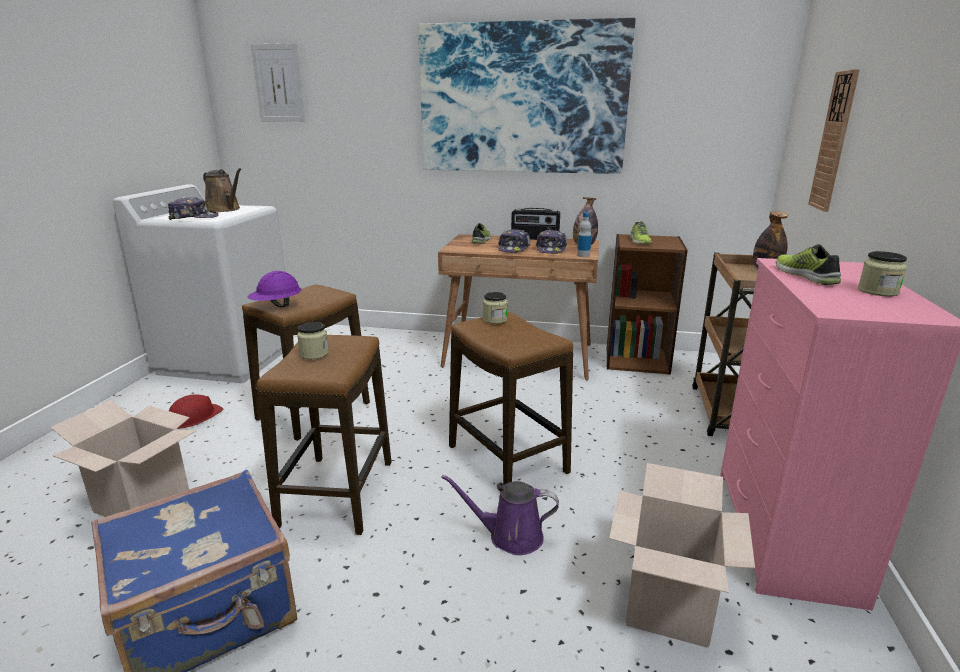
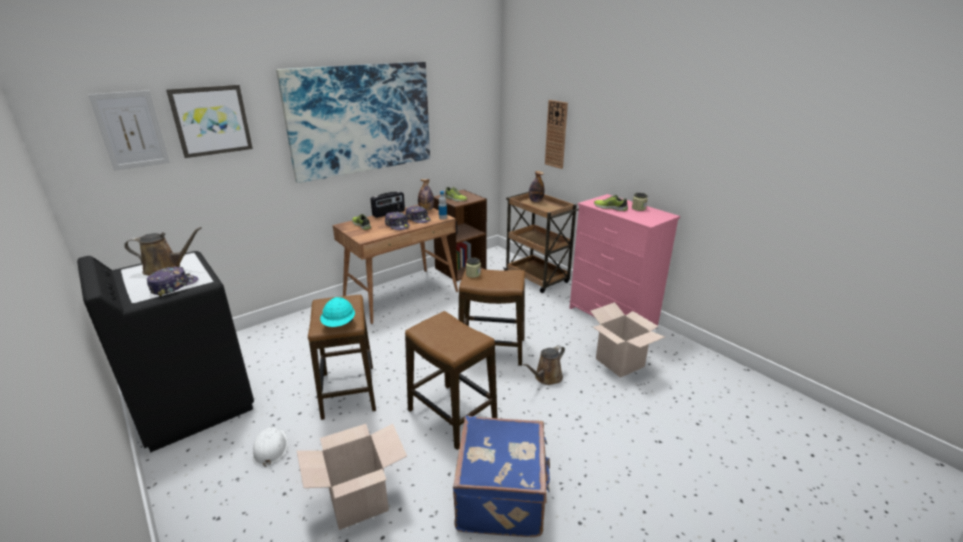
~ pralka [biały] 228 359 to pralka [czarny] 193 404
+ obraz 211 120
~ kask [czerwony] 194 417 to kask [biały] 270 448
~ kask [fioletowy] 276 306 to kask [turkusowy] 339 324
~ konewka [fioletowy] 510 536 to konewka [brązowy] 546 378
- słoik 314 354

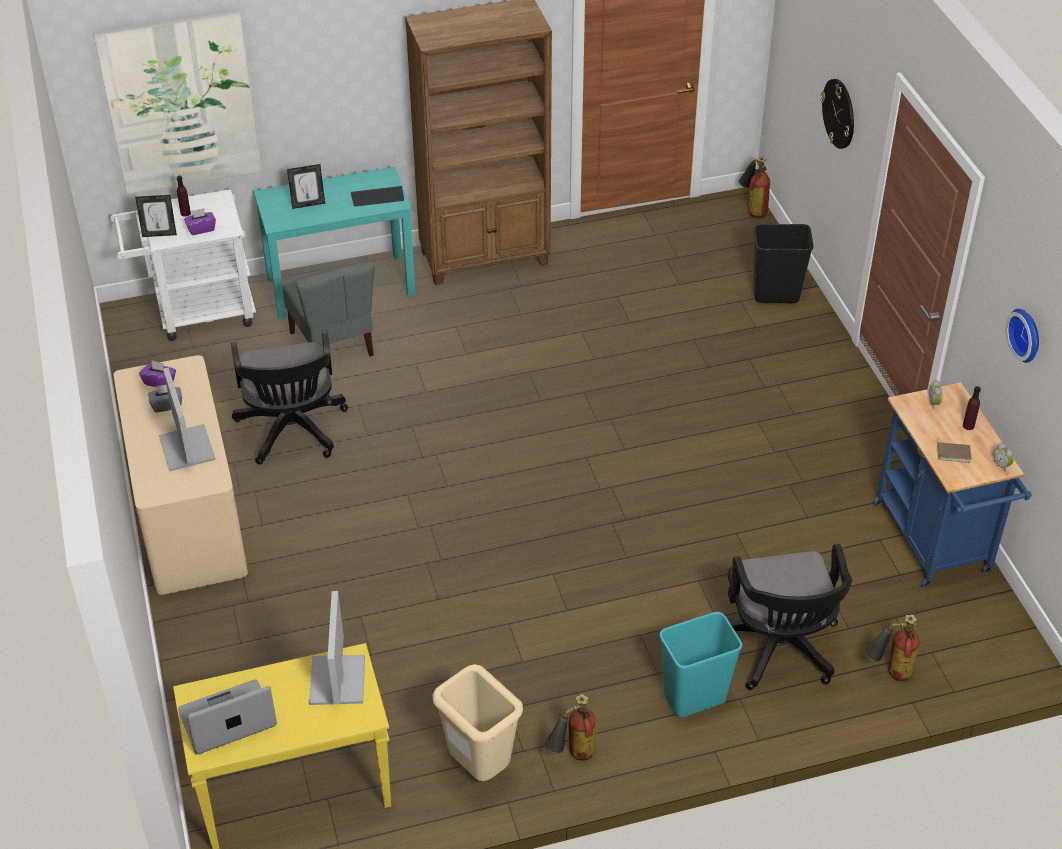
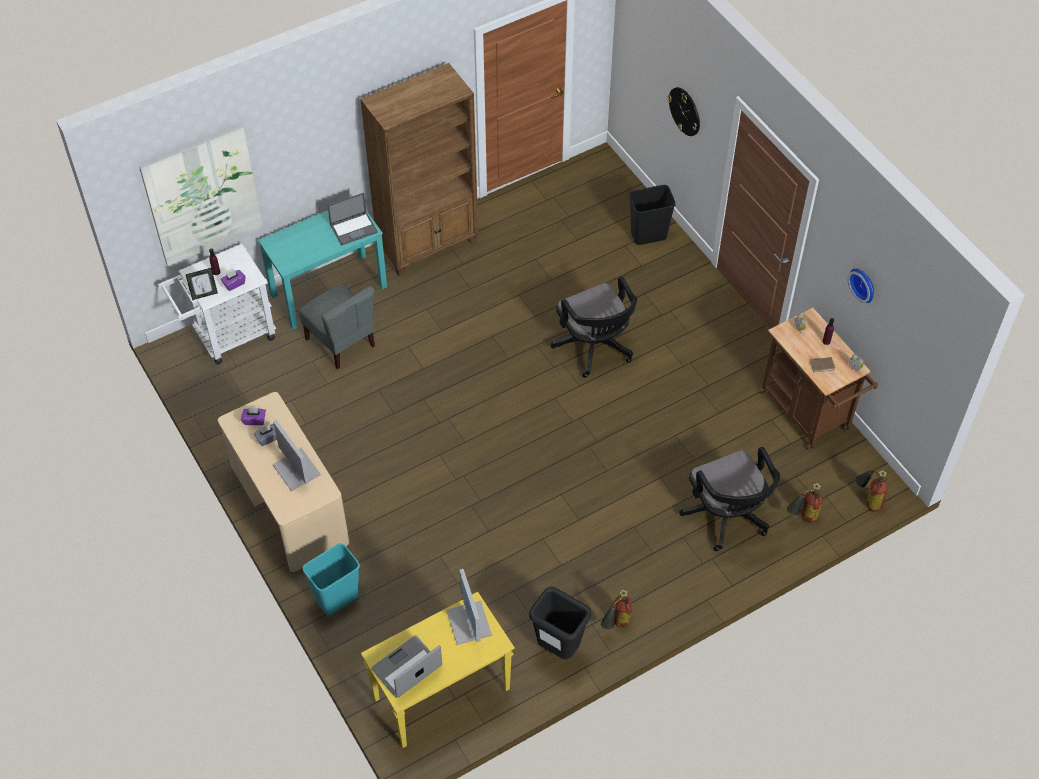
~ kosz na śmieci [turkusowy] 694 698 to 337 598
~ klawiatura 377 197 to laptop 354 228
~ kosz na śmieci [beżowy] 479 768 to kosz na śmieci [czarny] 558 648
~ krzesło biurowe [czarny] 292 432 to 595 348
~ wózek [niebieski] 935 544 to wózek [brązowy] 808 415
~ gaśnica 753 209 to 868 501
- ramka na zdjęcie 308 204

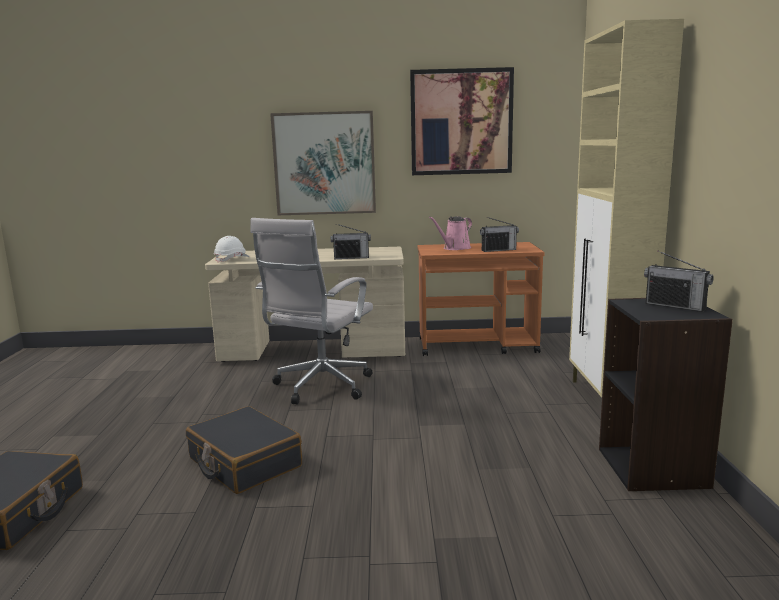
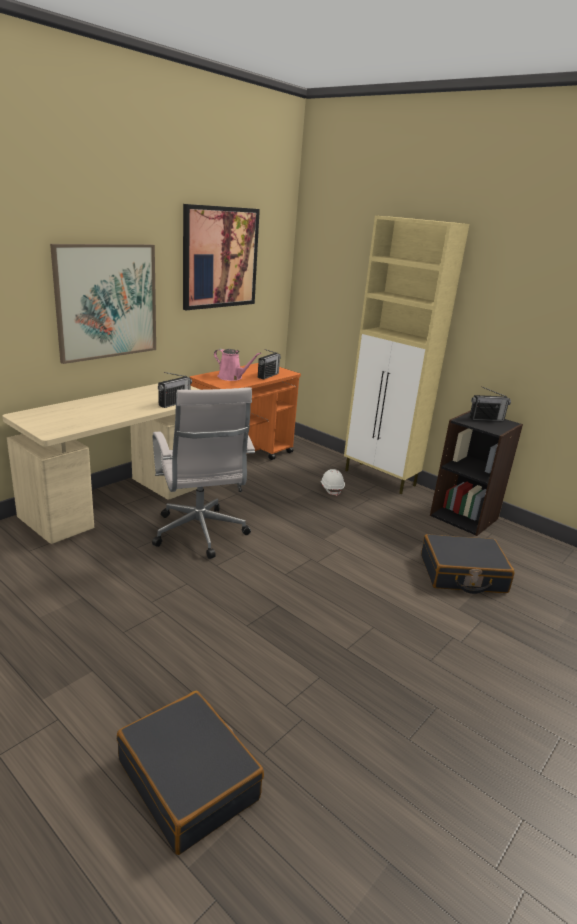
~ konewka [różowy] 455 248 = 232 377 60 degrees counterclockwise
~ kask [biały] 232 259 to 331 488
~ walizka [czarny] 244 463 to 462 574

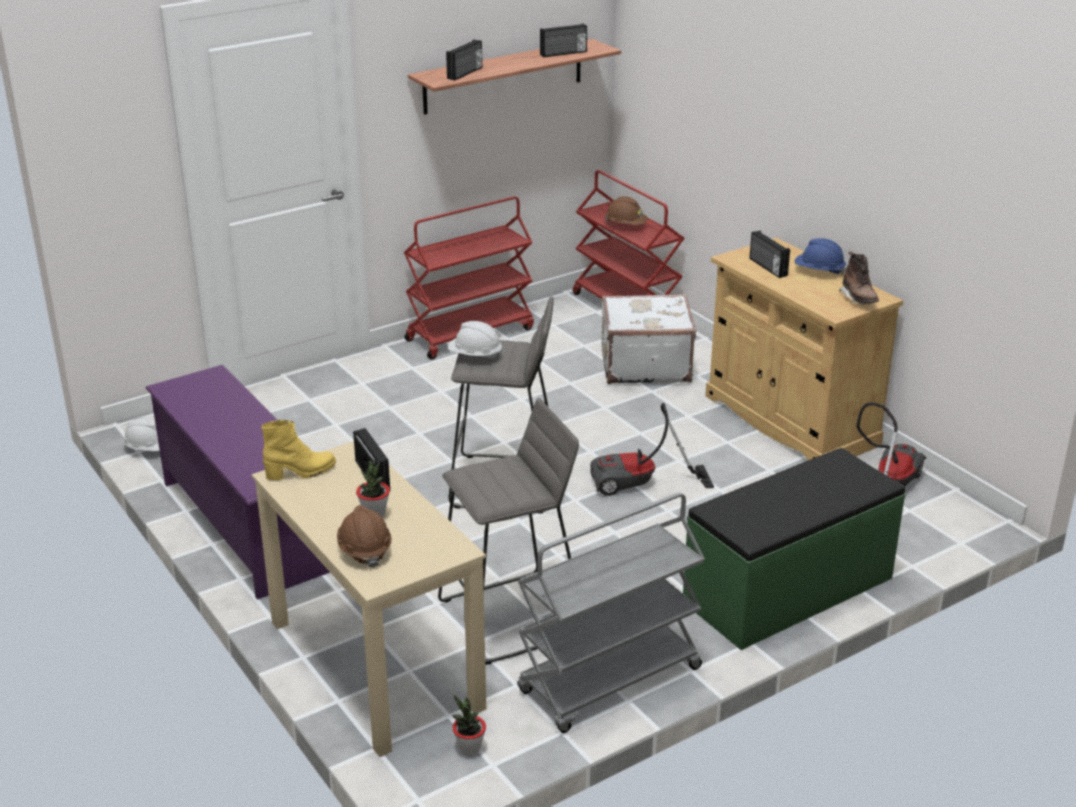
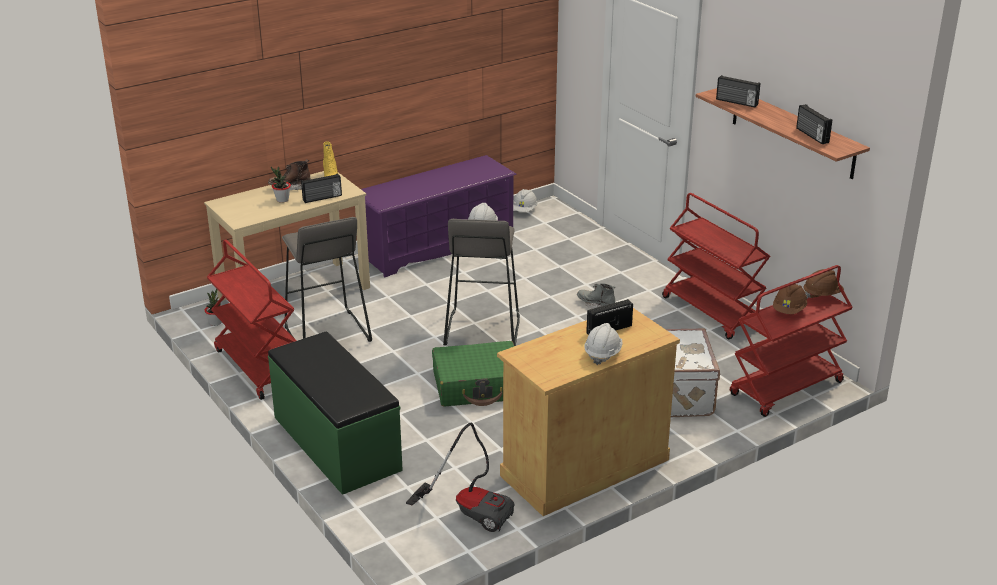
~ wózek [szary] 609 682 to wózek [czerwony] 257 367
~ but z cholewką [brązowy] 859 299 to 290 187
~ odkurzacz 640 485 to walizka [zielony] 478 386
+ but z cholewką [szary] 596 305
~ kask [niebieski] 819 271 to kask [biały] 602 354
~ kask [brązowy] 364 550 to 822 295

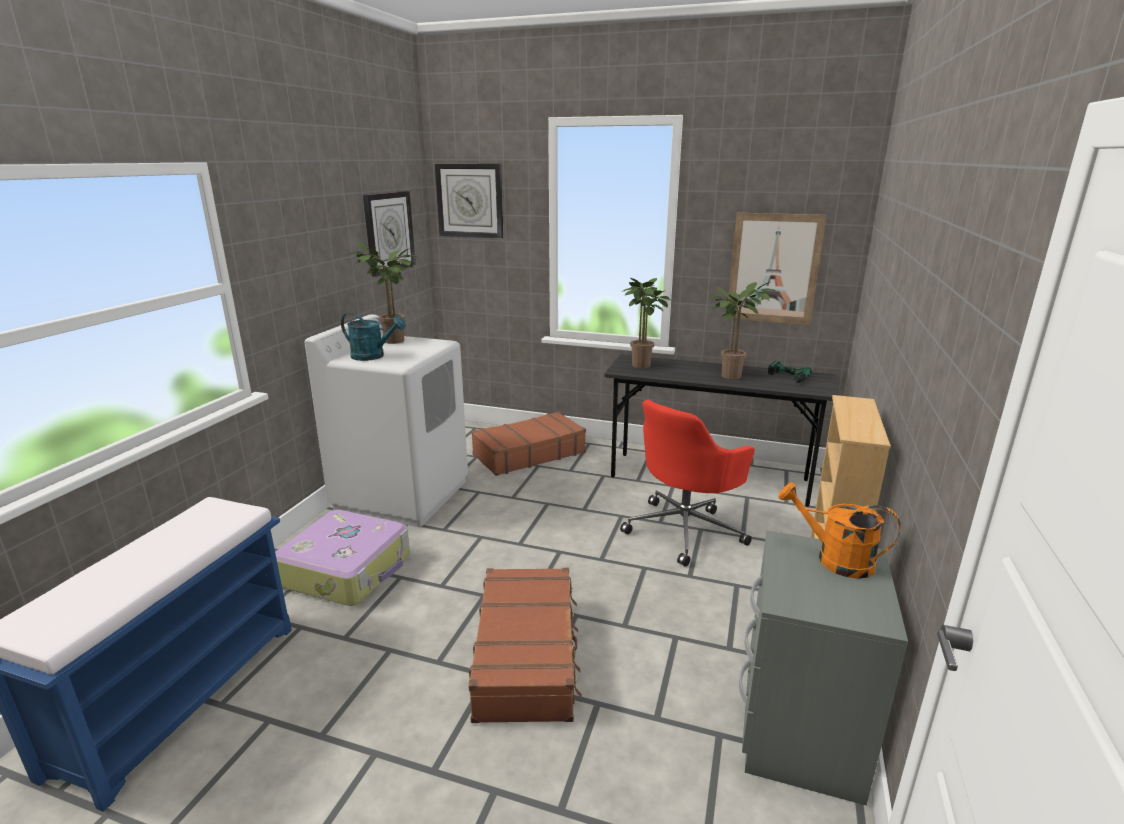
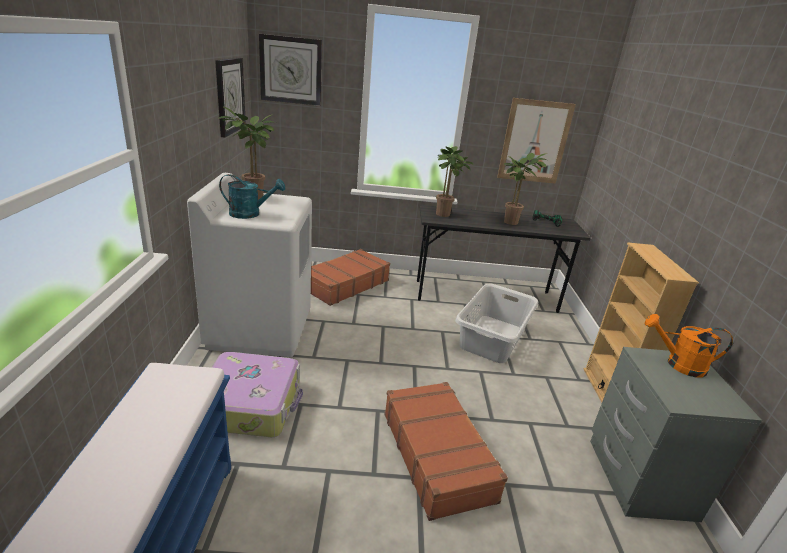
~ krzesło biurowe [czerwony] 685 530 to kosz na pranie [szary] 491 338

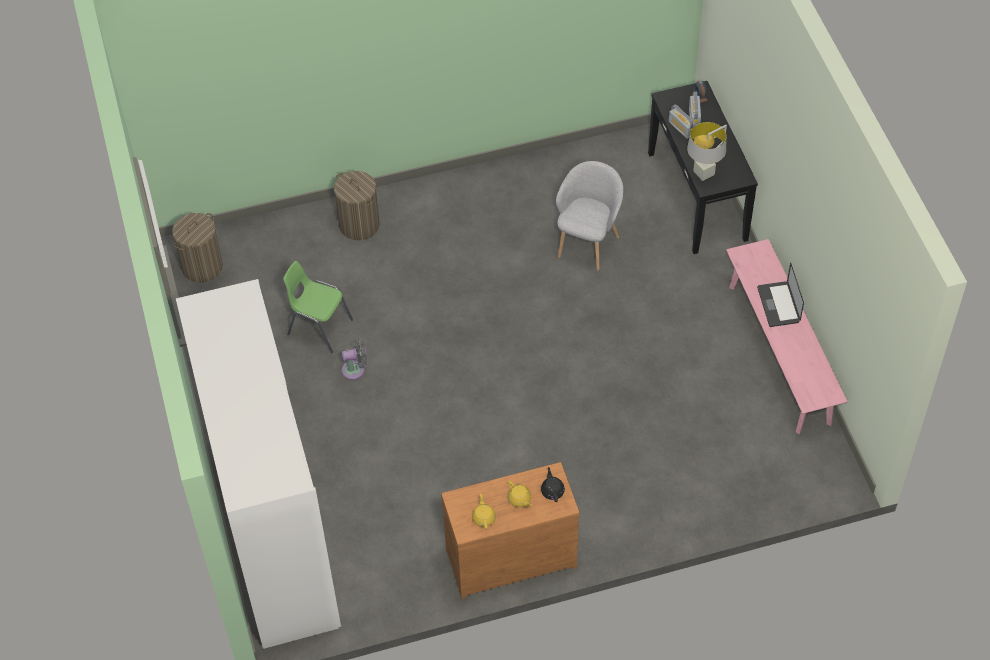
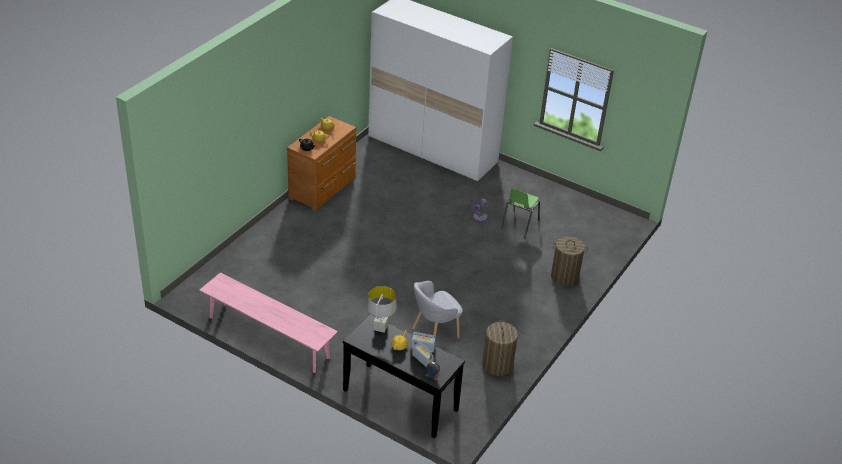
~ fotel [szary] 588 244 = 434 335 75 degrees clockwise
~ kosz na pranie 202 267 to 497 365
~ krzesło [zielony] 319 327 = 519 224 135 degrees clockwise
- laptop 778 305

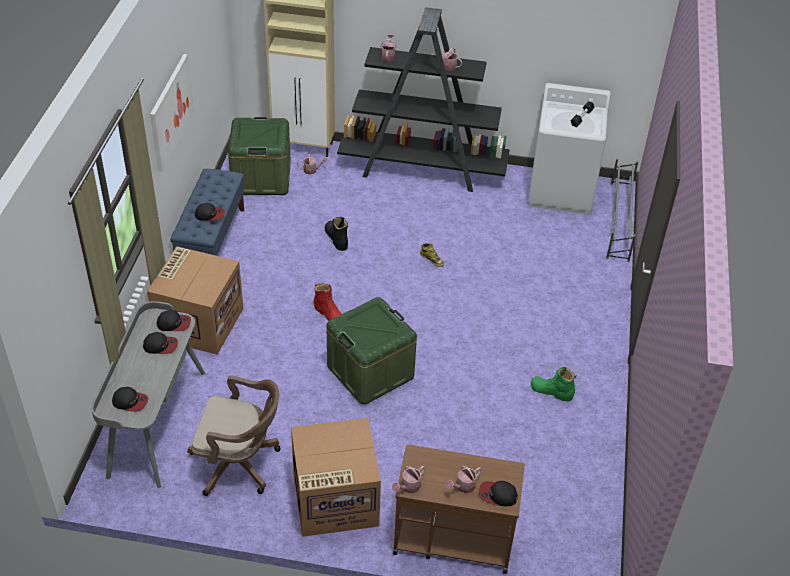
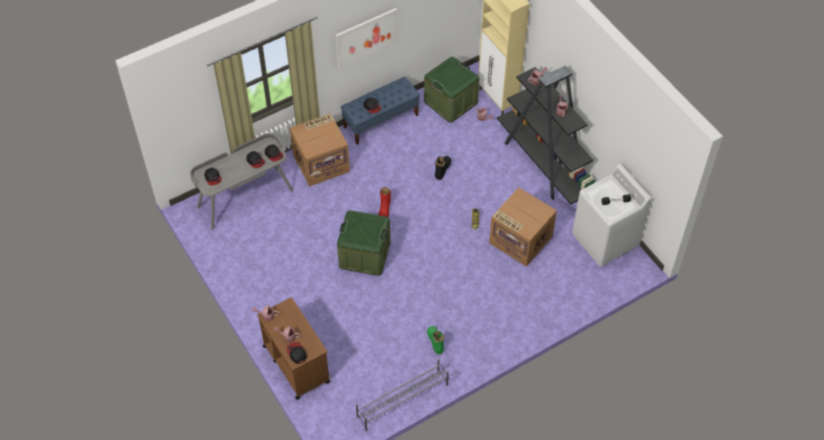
~ regał na buty [szary] 619 222 to 402 401
~ karton 334 500 to 519 240
- krzesło biurowe [brązowy] 239 464

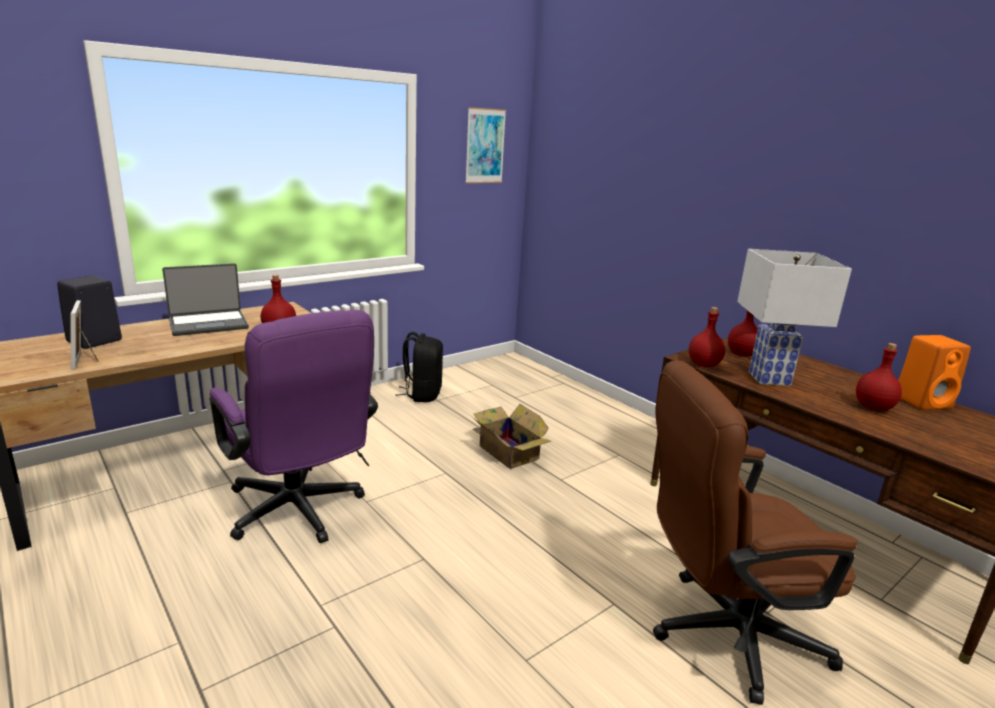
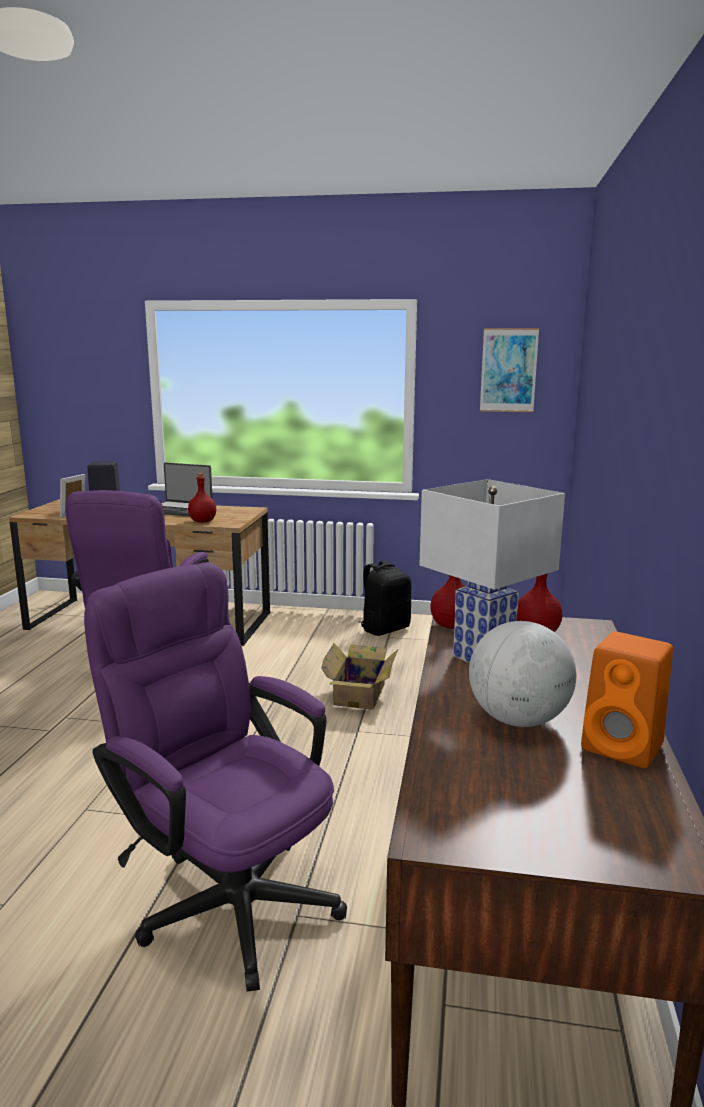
~ krzesło biurowe [brązowy] 722 633 to krzesło biurowe [fioletowy] 226 895
~ butelka [czerwony] 874 407 to globus 518 720

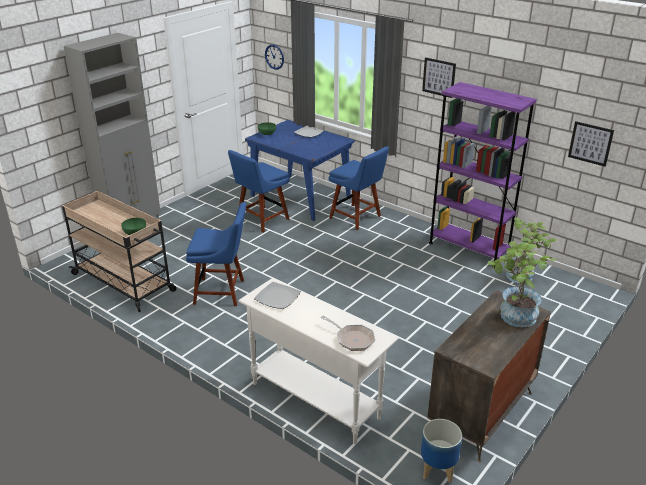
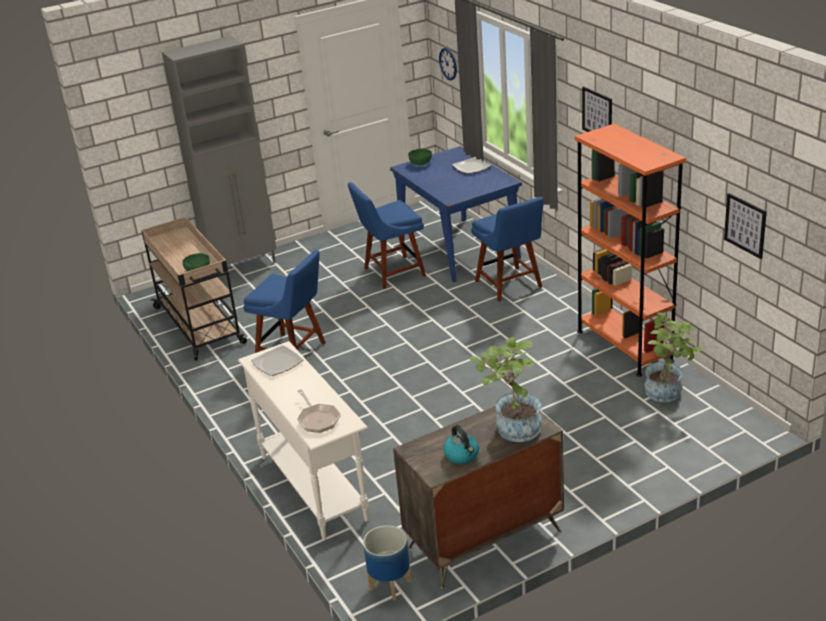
+ czajnik 462 455
~ regał [fioletowy] 468 248 to regał [pomarańczowy] 624 346

